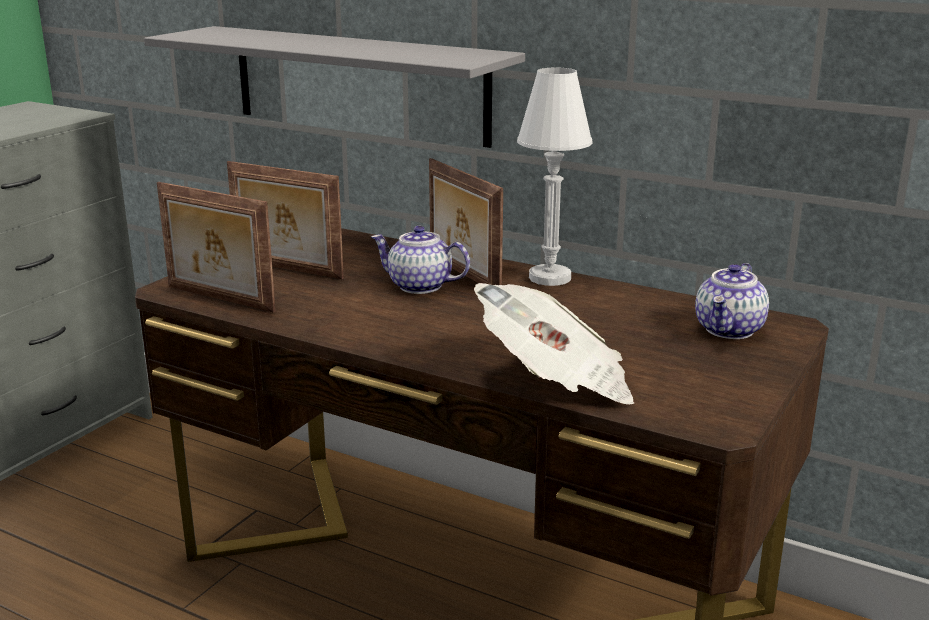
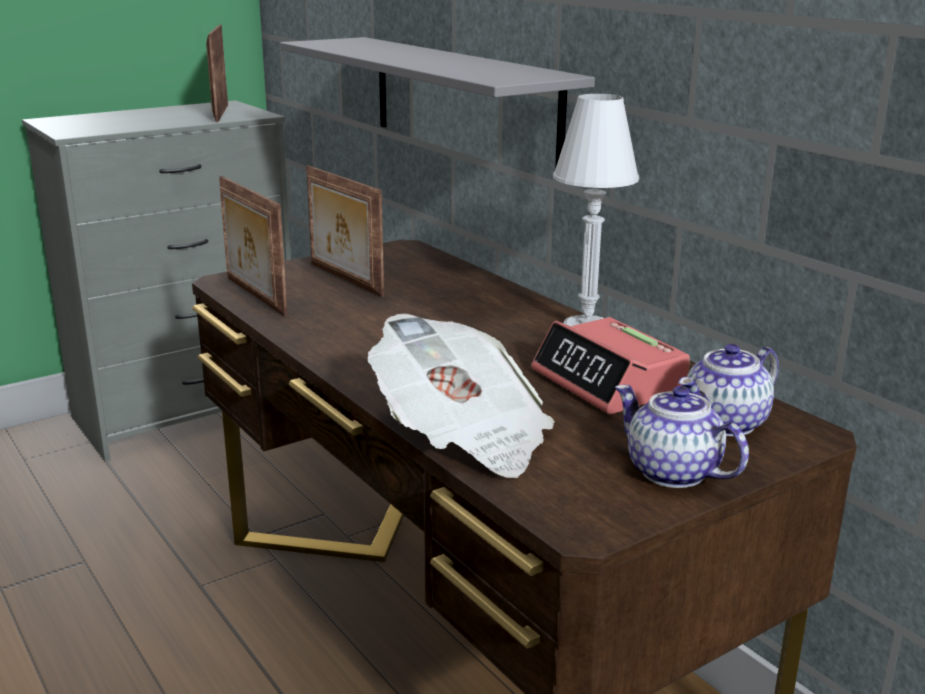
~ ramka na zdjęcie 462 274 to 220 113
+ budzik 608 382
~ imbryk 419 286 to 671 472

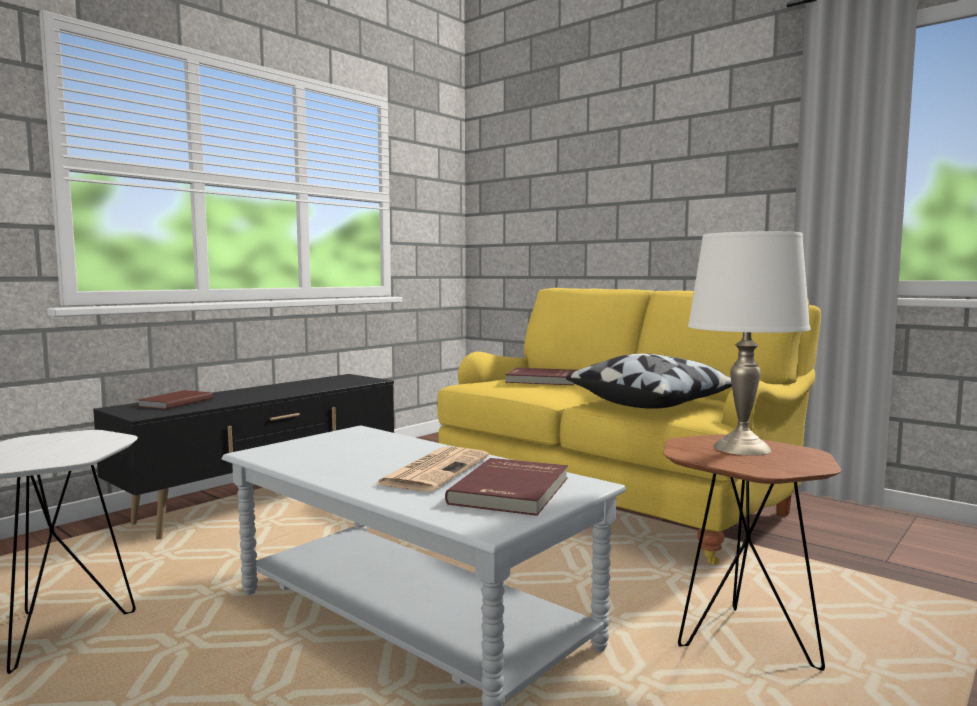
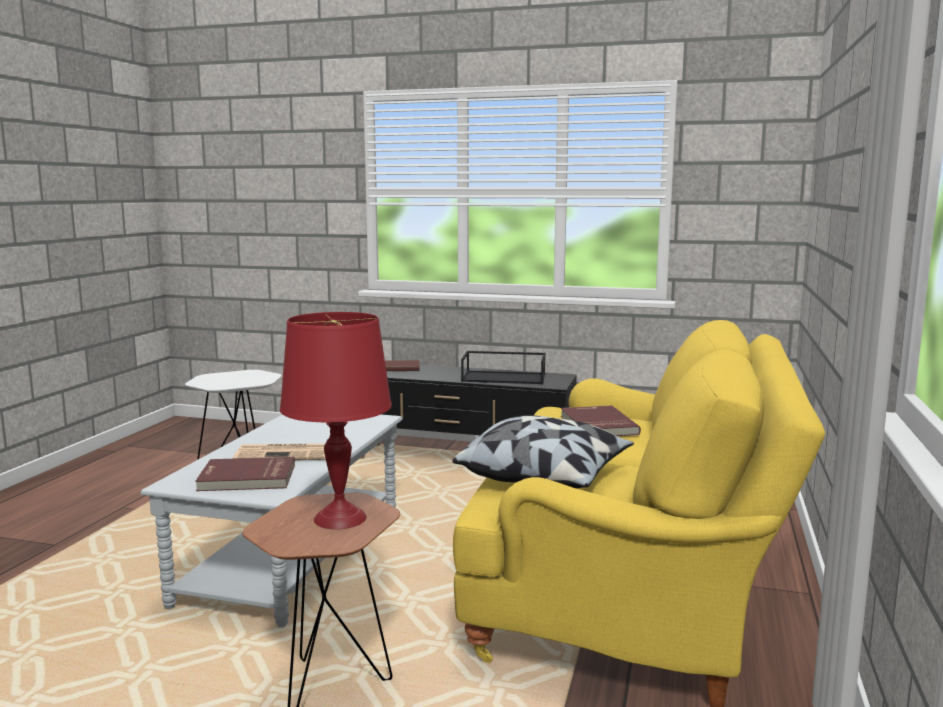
~ lampa stołowa [biały] 741 448 to lampa stołowa [czerwony] 341 518
+ taca [czarny] 504 377

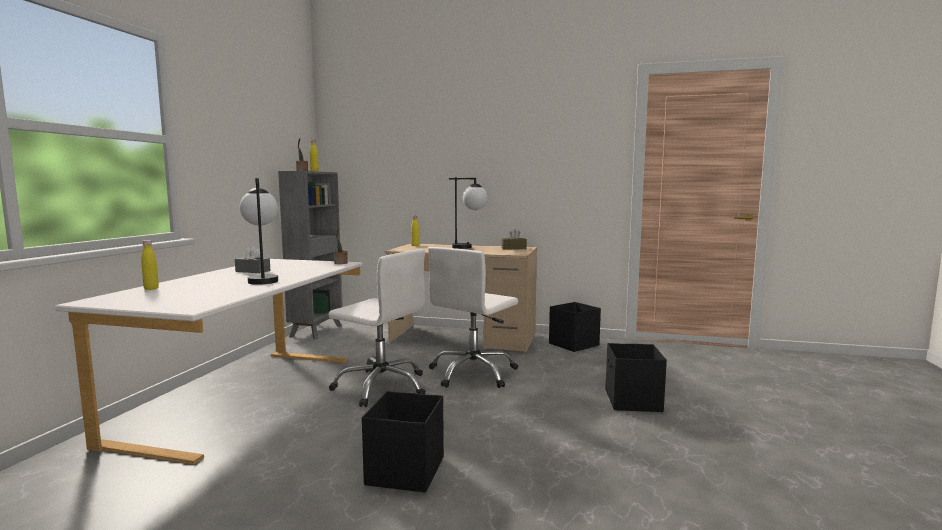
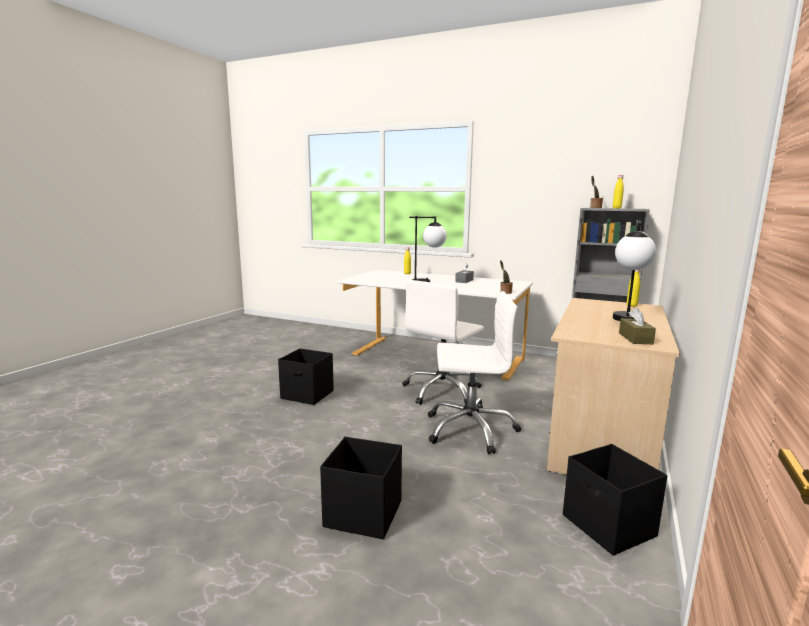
~ krzesło biurowe [biały] 473 373 = 470 429 135 degrees clockwise

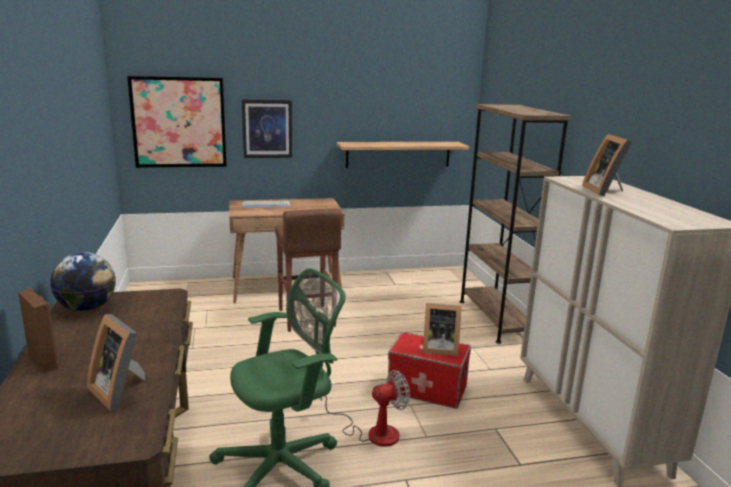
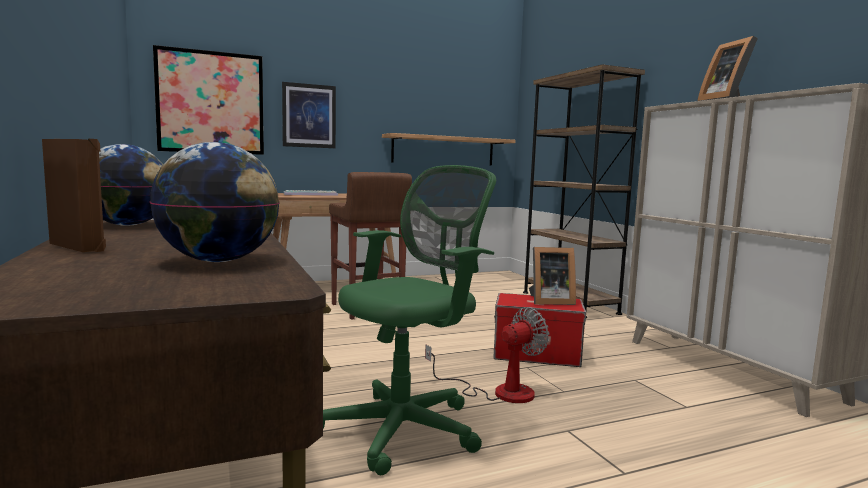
~ ramka na zdjęcie 121 391 to globus 219 261

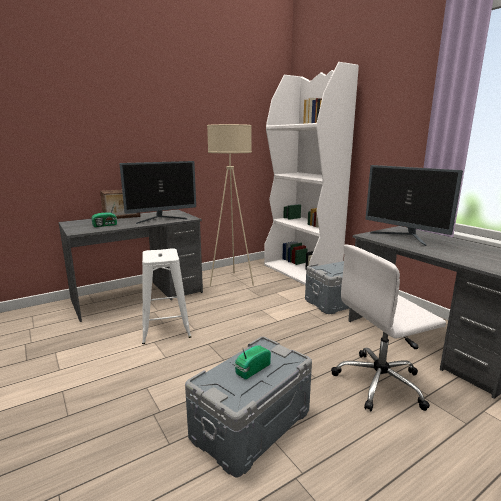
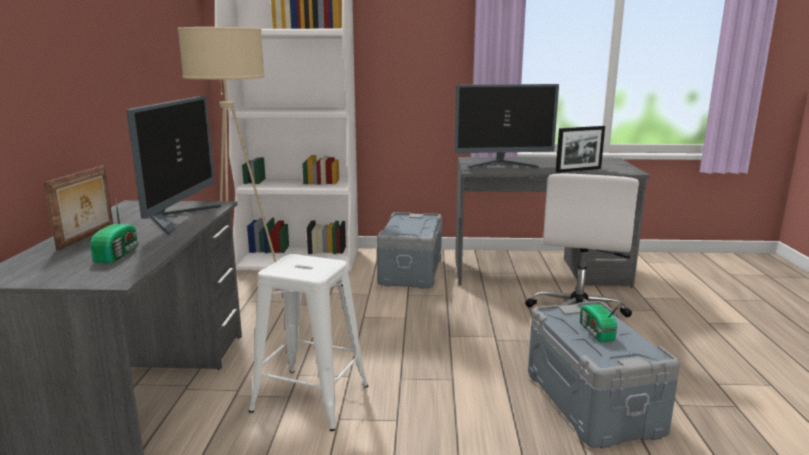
+ ramka na zdjęcie 578 170

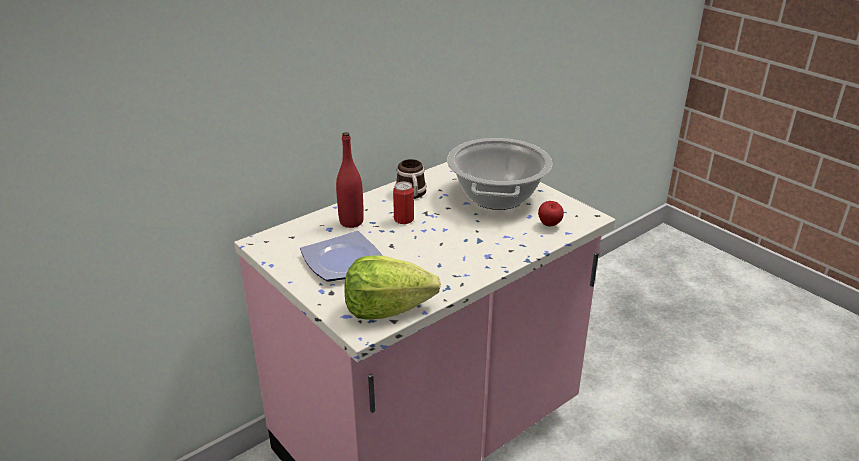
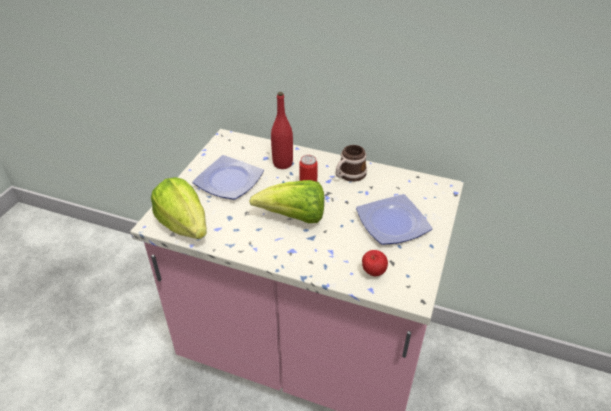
+ sałata 294 217
~ garnek 497 196 to talerz 393 222

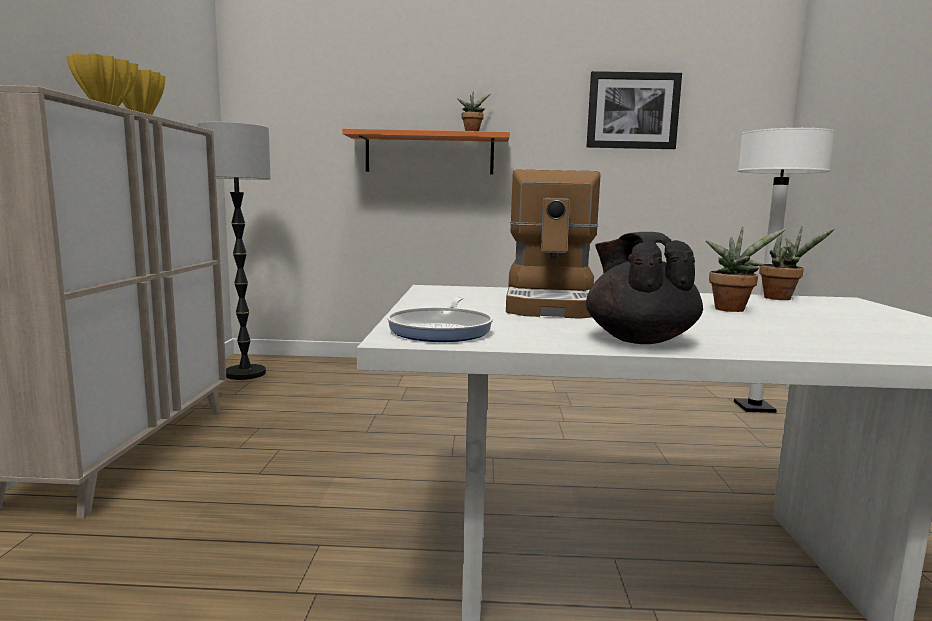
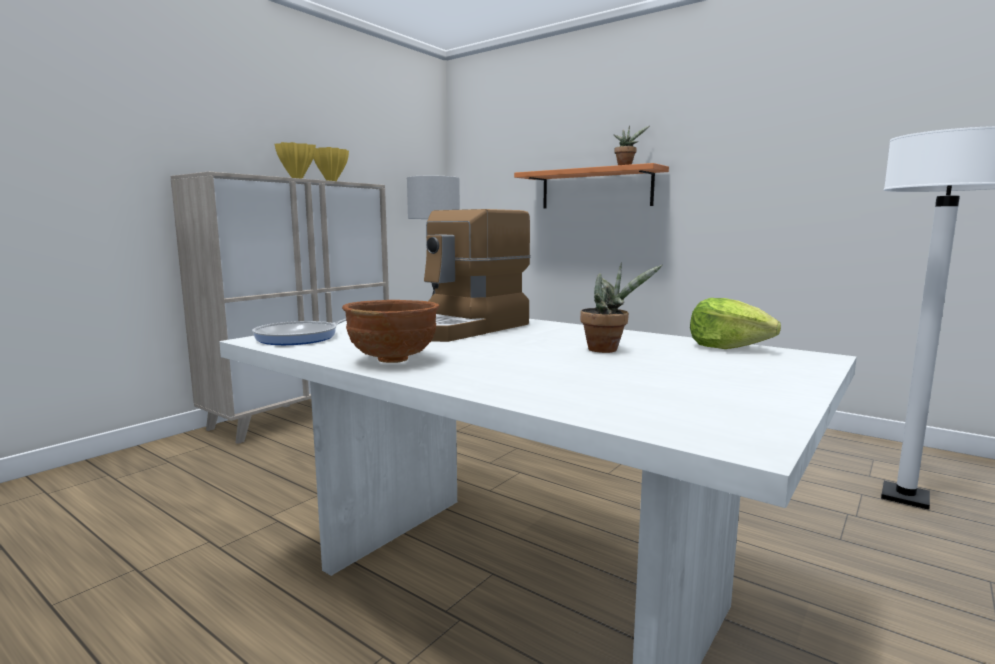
~ imbryk [czarny] 638 339 to miska [brązowy] 394 360
~ roślina doniczkowa 782 298 to sałata 727 347
- obraz 633 111

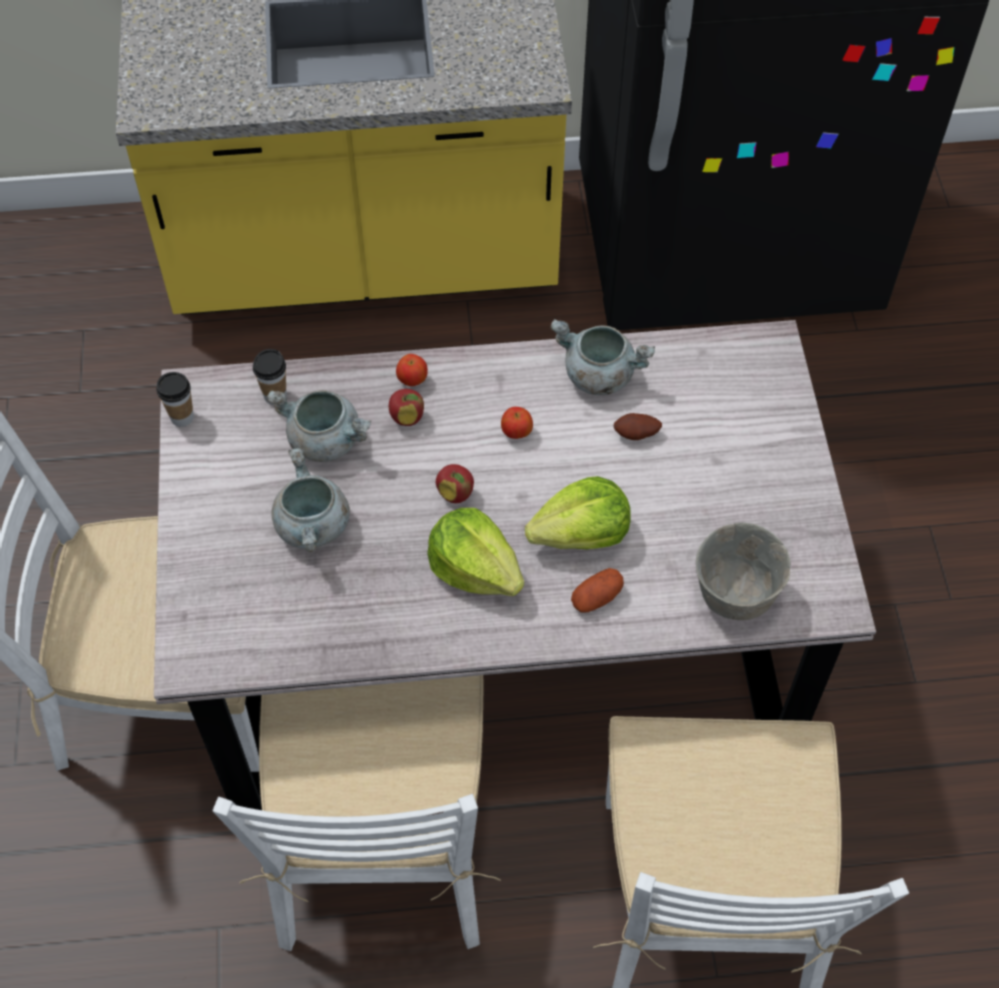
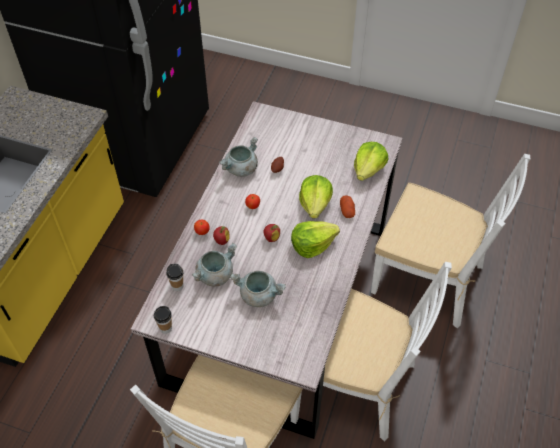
~ miska [szary] 735 597 to sałata 368 169

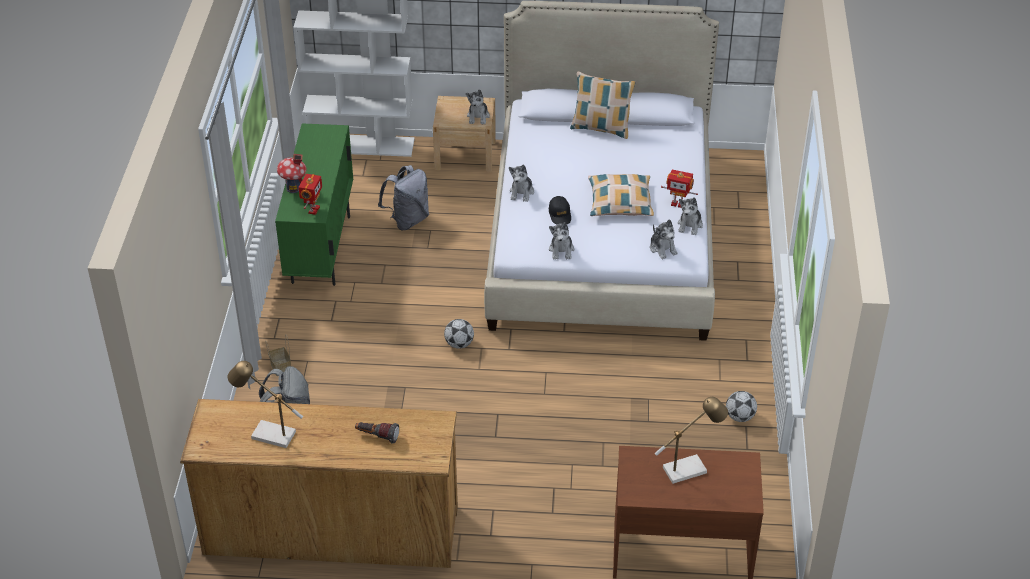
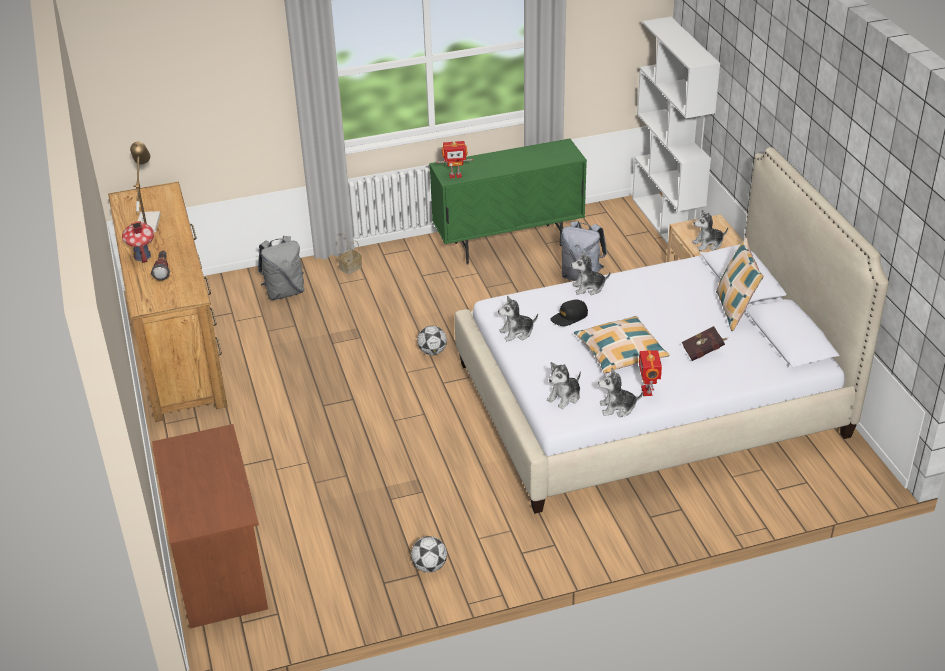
~ domek 293 188 to 142 256
+ książka [czerwony] 704 352
- lampa stołowa 689 468

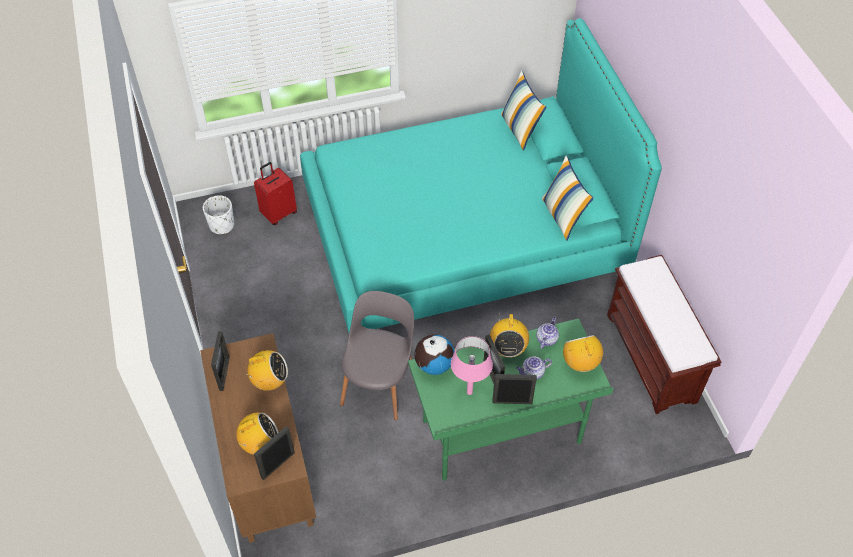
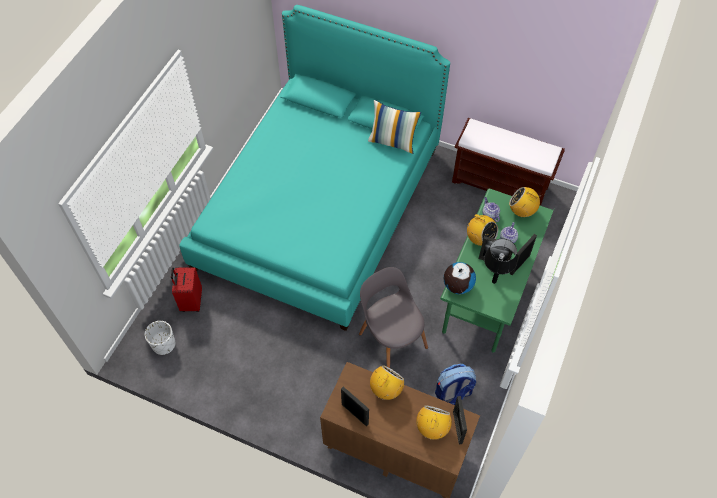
+ plecak 453 393
~ lampa stołowa [różowy] 469 392 to lampa stołowa [czarny] 494 281
- poduszka 520 130

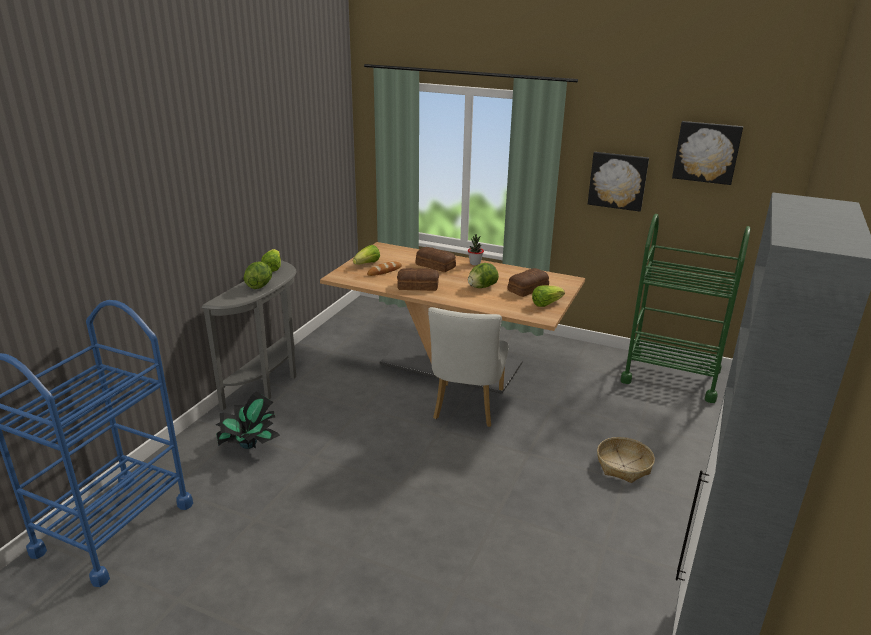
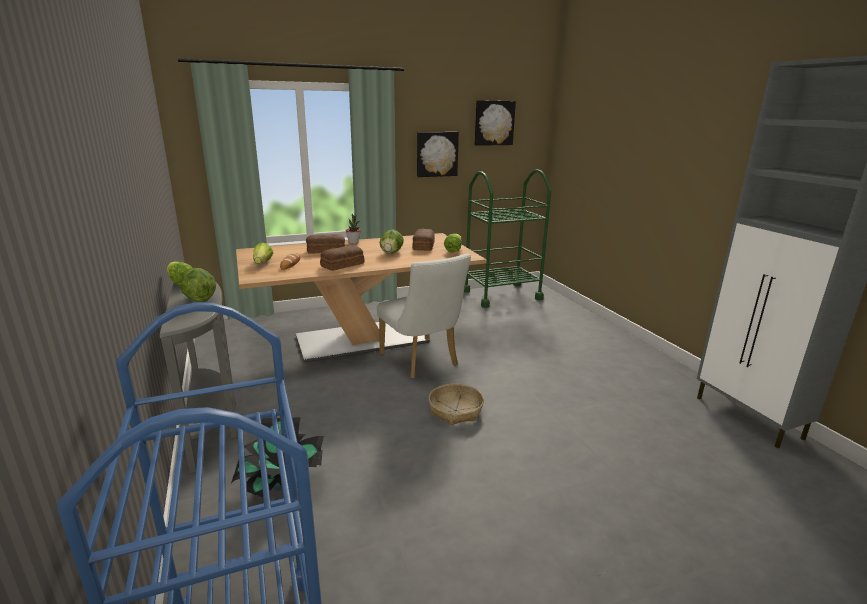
~ koszyk 623 466 to 455 410

